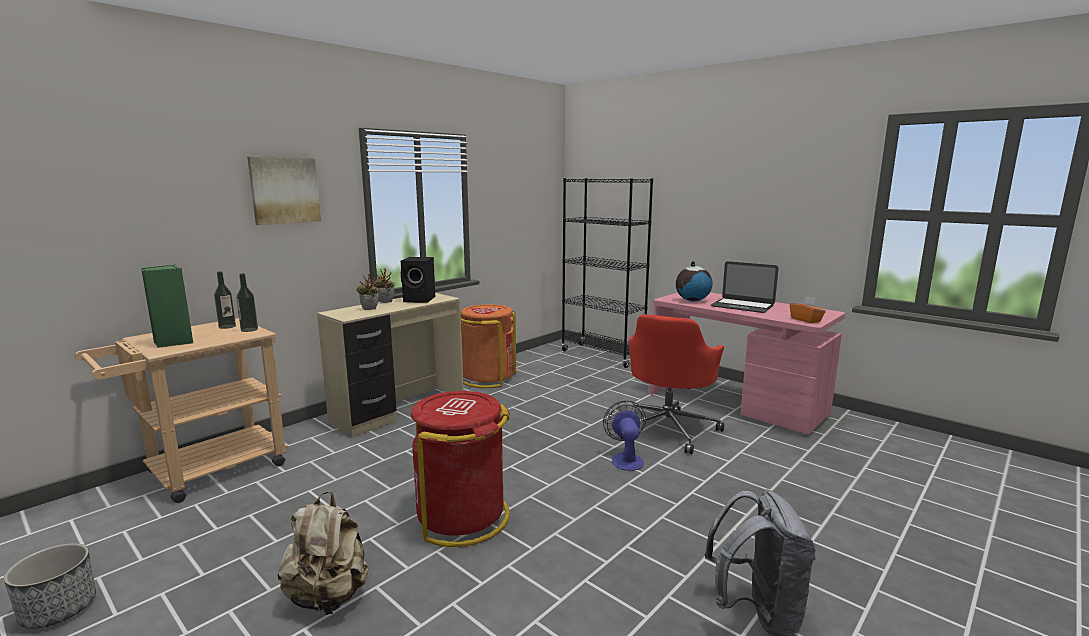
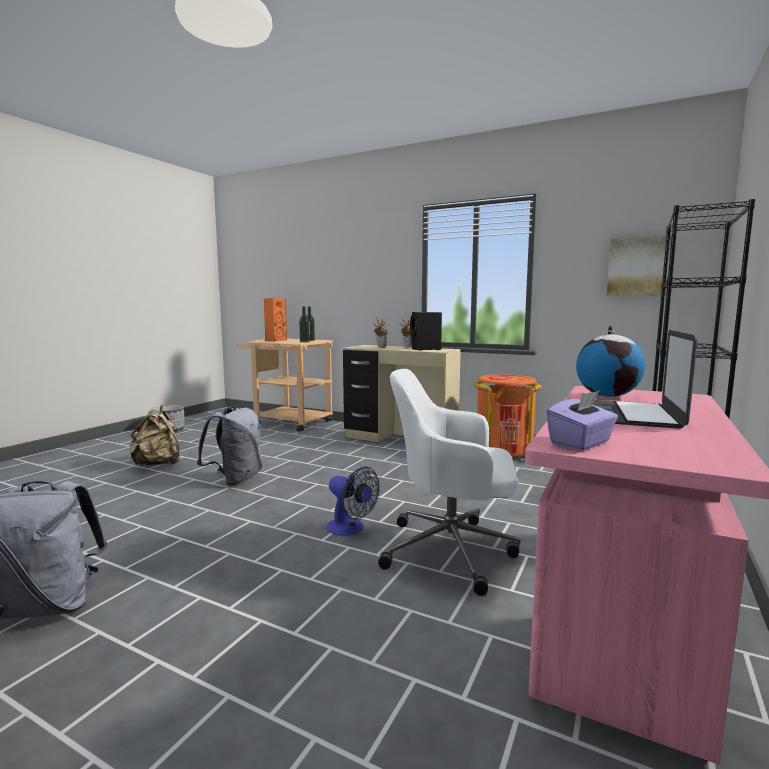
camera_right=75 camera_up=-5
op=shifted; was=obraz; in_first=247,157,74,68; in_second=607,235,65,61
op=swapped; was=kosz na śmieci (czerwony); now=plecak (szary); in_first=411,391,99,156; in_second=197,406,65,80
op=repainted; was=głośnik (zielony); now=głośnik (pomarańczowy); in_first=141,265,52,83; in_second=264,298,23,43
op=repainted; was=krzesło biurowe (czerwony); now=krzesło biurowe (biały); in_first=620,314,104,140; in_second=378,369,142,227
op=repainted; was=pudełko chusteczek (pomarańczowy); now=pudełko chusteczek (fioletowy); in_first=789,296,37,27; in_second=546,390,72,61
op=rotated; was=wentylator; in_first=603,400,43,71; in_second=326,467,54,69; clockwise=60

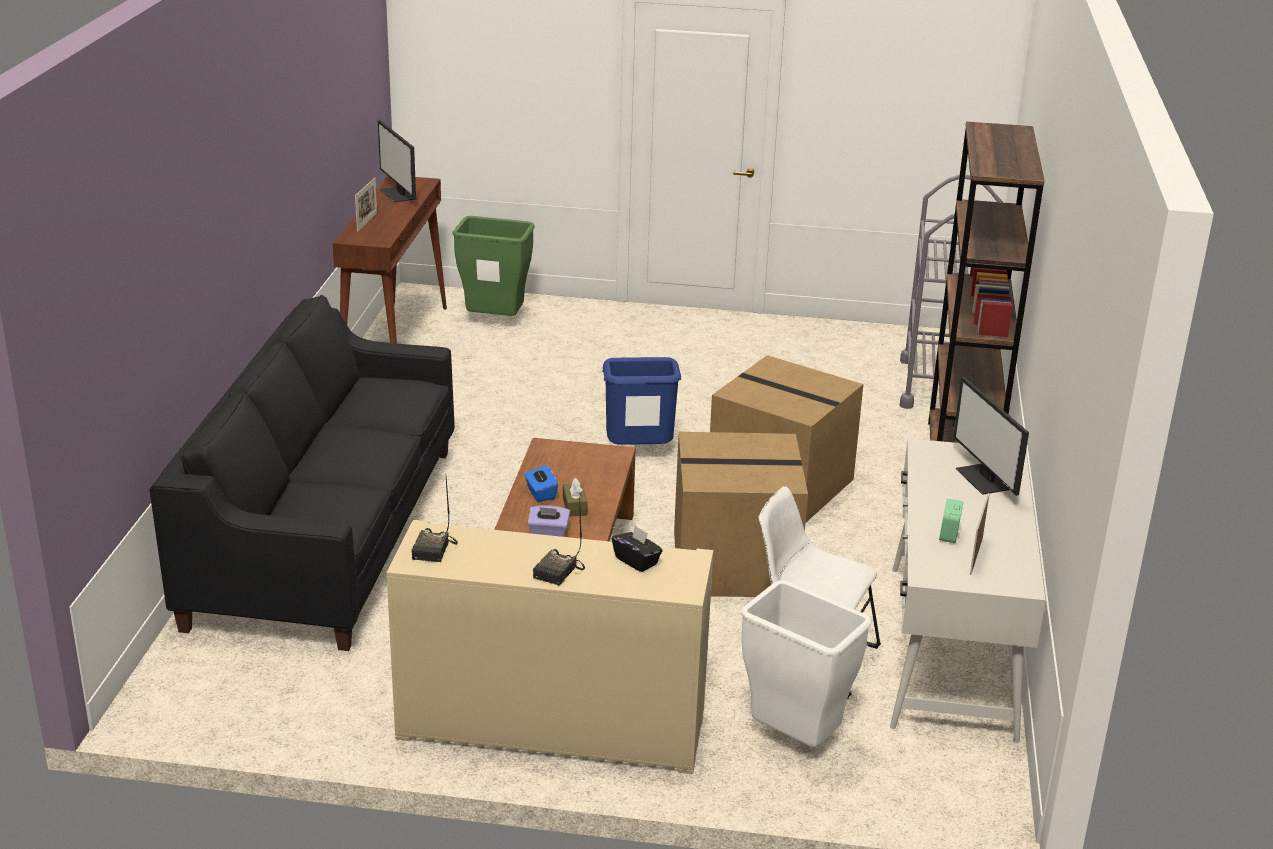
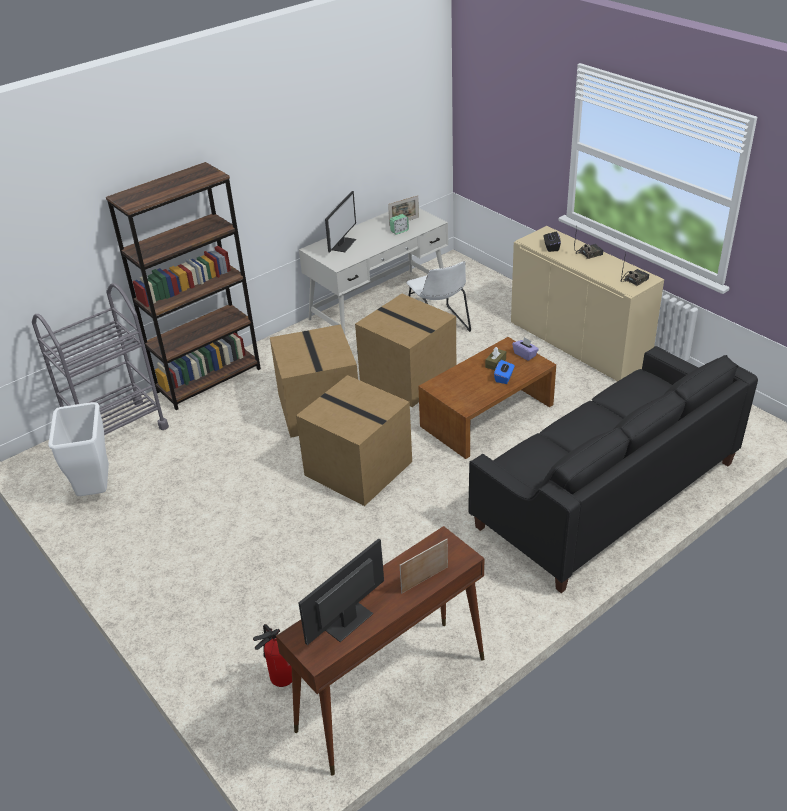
camera_right=-135 camera_up=10
op=shifted; was=kosz na śmieci (biały); in_first=741,580,131,167; in_second=48,402,61,94
op=swapped; was=kosz na śmieci (zielony); now=gaśnica; in_first=452,216,83,100; in_second=253,624,39,63
op=swapped; was=kosz na śmieci (niebieski); now=karton; in_first=602,357,79,88; in_second=296,375,116,131
op=rotated; was=monitor; in_first=378,120,39,83; in_second=298,538,86,107; clockwise=-150

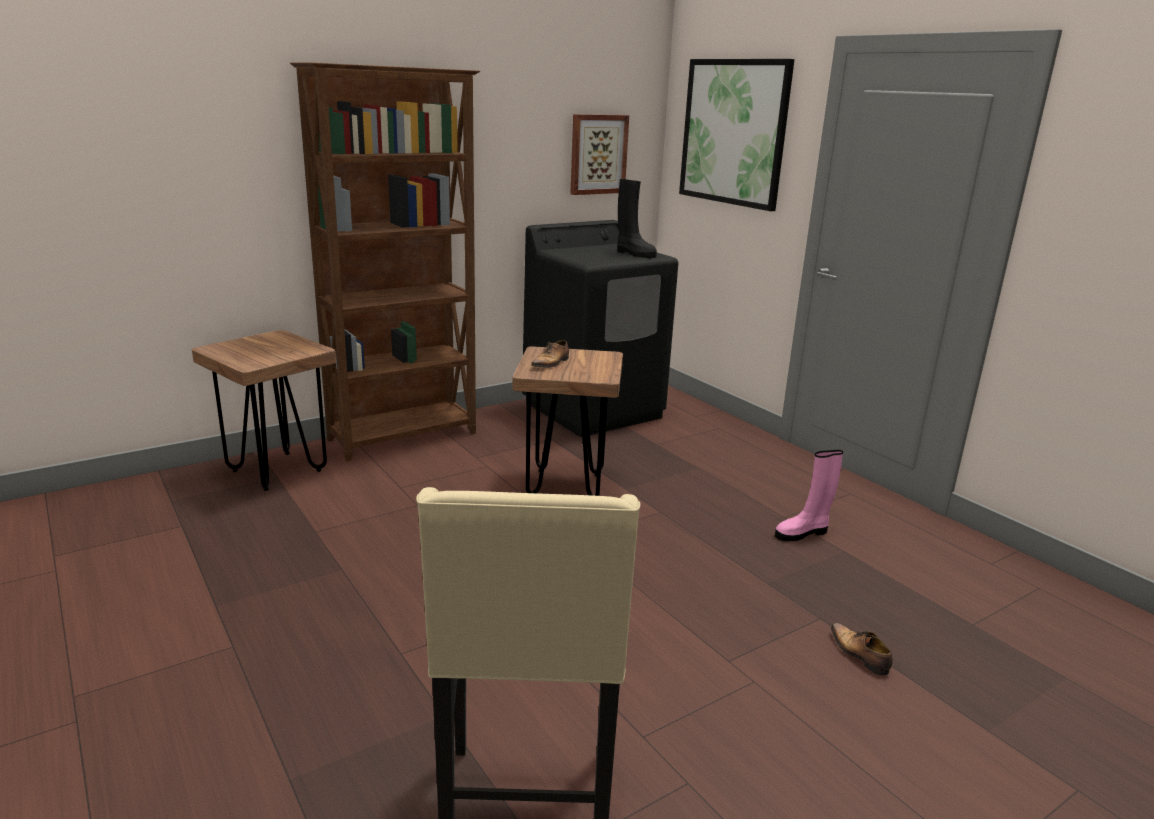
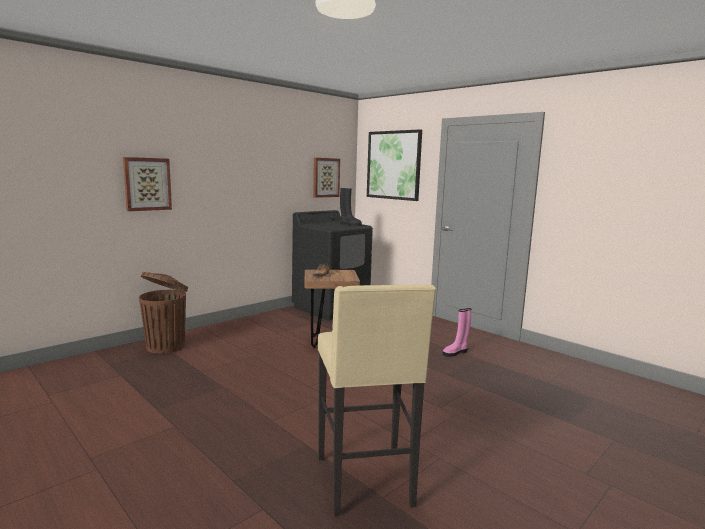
camera_right=-10 camera_up=-10
op=gone; was=regał (brązowy); in_first=290,62,190,399
op=gone; was=but; in_first=831,623,62,52
op=new; now=obraz; in_second=123,157,49,54
op=swapped; was=stołek (brązowy); now=kosz na śmieci (brązowy); in_first=192,330,144,161; in_second=139,272,49,82

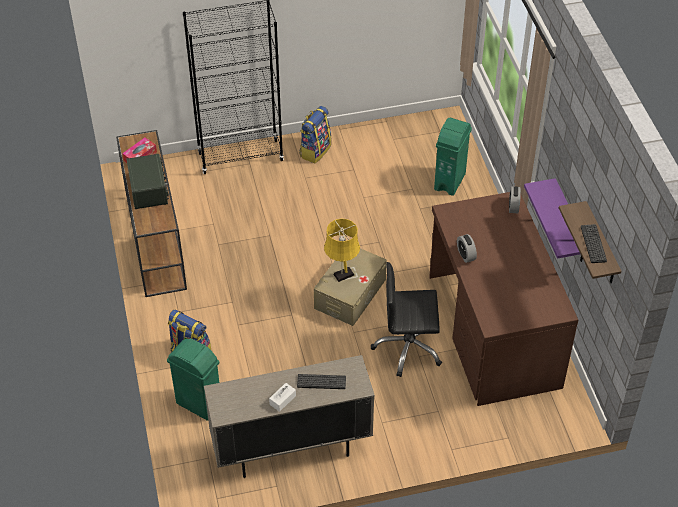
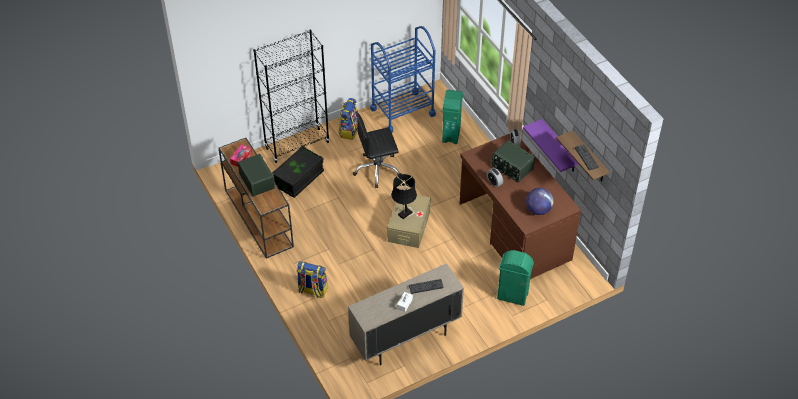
camera_right=-15 camera_up=0
op=new; now=pojemnik do przechowywania (czarny); in_second=272,146,52,52
op=new; now=wózek (niebieski); in_second=370,26,66,106
op=new; now=radio; in_second=492,140,43,42
op=new; now=globus; in_second=526,188,27,27
op=shifted; was=kosz na śmieci (zielony); in_first=167,338,52,83; in_second=497,250,37,56
op=shifted; was=krzesło biurowe (czarny); in_first=371,262,71,115; in_second=353,113,48,75
op=repainted; was=lampa stołowa (żółty); now=lampa stołowa (czarny); in_first=324,219,36,63; in_second=391,174,26,45

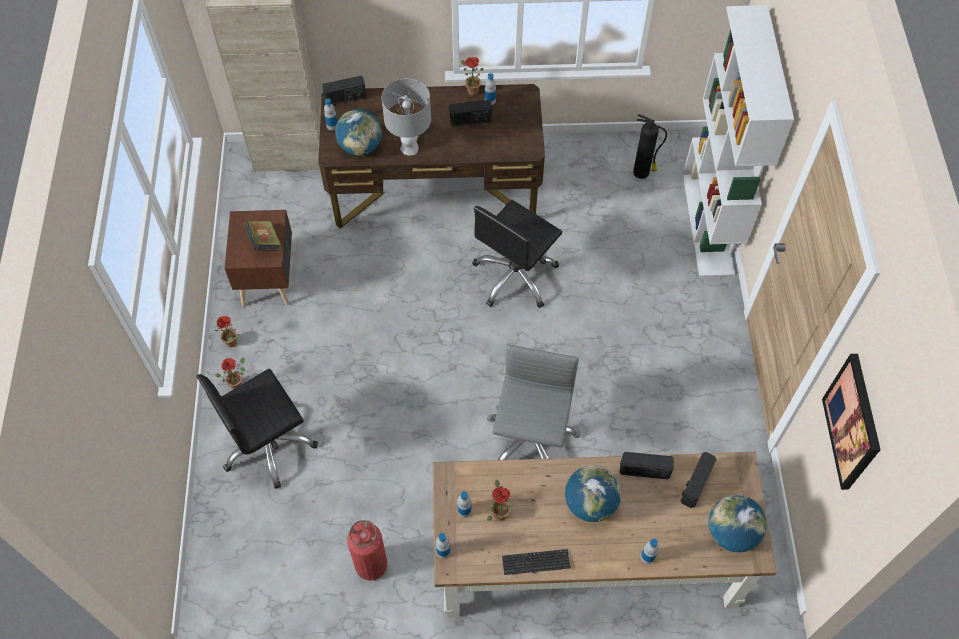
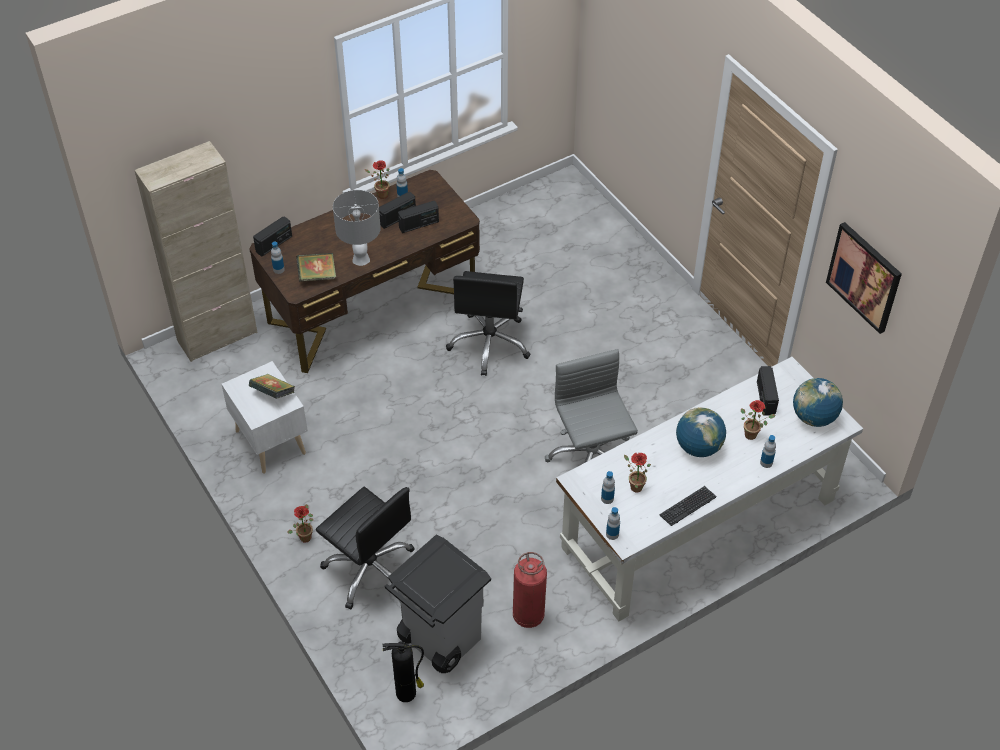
camera_right=-30 camera_up=-10
op=gone; was=regał (biały); in_first=683,5,111,272
op=new; now=kosz na śmieci (szary); in_second=385,535,106,138
op=shifted; was=roślina doniczkowa; in_first=215,316,25,31; in_second=741,400,34,40
op=shifted; was=radio; in_first=620,452,54,27; in_second=398,201,41,32
op=shifted; was=gaśnica; in_first=633,114,34,65; in_second=383,641,41,61
op=swapped; was=globus; now=książka; in_first=335,109,47,47; in_second=296,253,40,29
op=repainted; was=szafka nocna (brązowy); now=szafka nocna (biały); in_first=224,210,68,97; in_second=221,361,87,113
op=repainted; was=biurko (brązowy); now=biurko (biały); in_first=433,452,344,166; in_second=556,357,307,264
op=rotated; was=krzesło biurowe (czarny); in_first=197,369,121,120; in_second=316,487,99,122; clockwise=-75

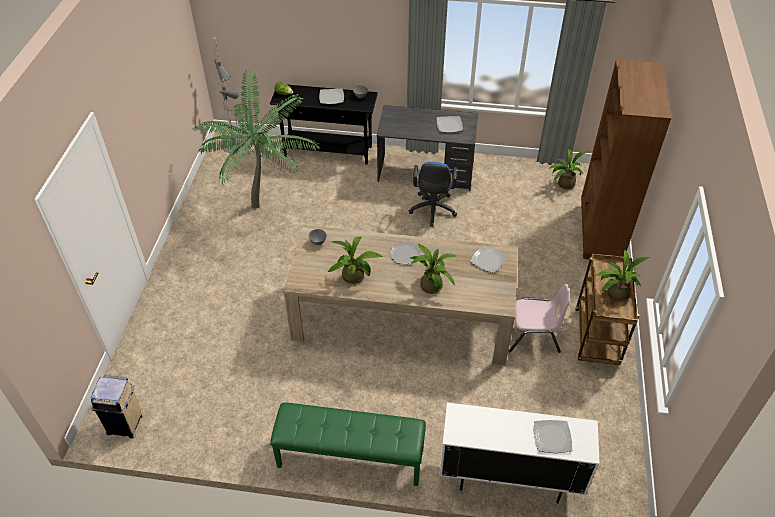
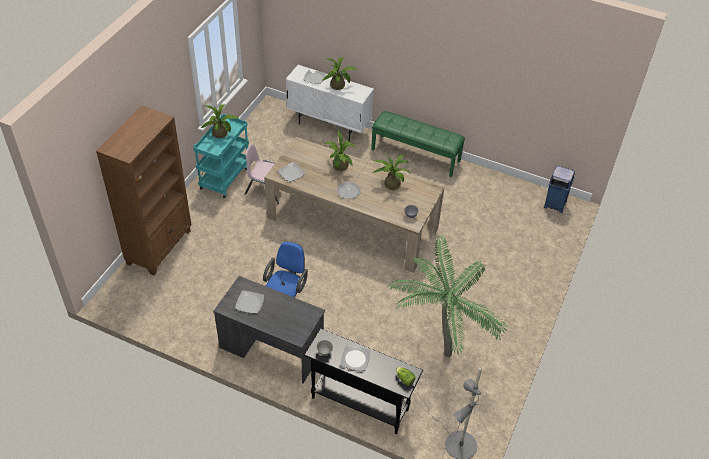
camera_right=-165 camera_up=0
op=shifted; was=roślina doniczkowa; in_first=549,148,39,42; in_second=323,57,36,33
op=repainted; was=kosz na śmieci (beżowy); now=kosz na śmieci (niebieski); in_first=91,375,53,63; in_second=544,166,31,47
op=repainted; was=wózek (brązowy); now=wózek (turkusowy); in_first=575,254,64,111; in_second=193,114,56,84

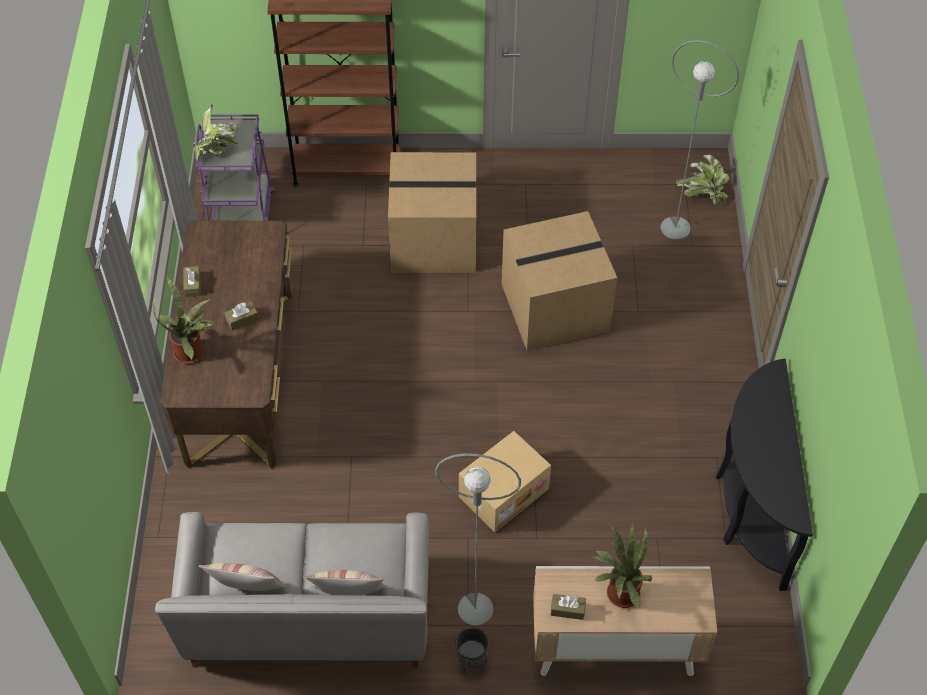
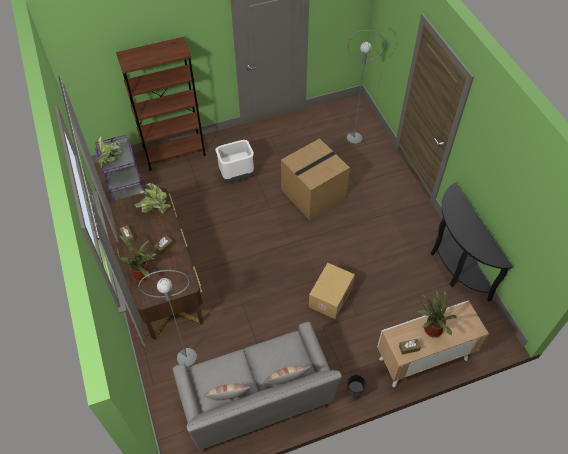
camera_right=-20 camera_up=0
op=shifted; was=lampa stojąca (szary); in_first=435,453,86,173; in_second=138,270,59,97
op=shifted; was=roślina doniczkowa; in_first=676,155,53,50; in_second=134,183,37,31
op=swapped; was=karton; now=kosz na śmieci (biały); in_first=388,152,88,121; in_second=216,140,38,43

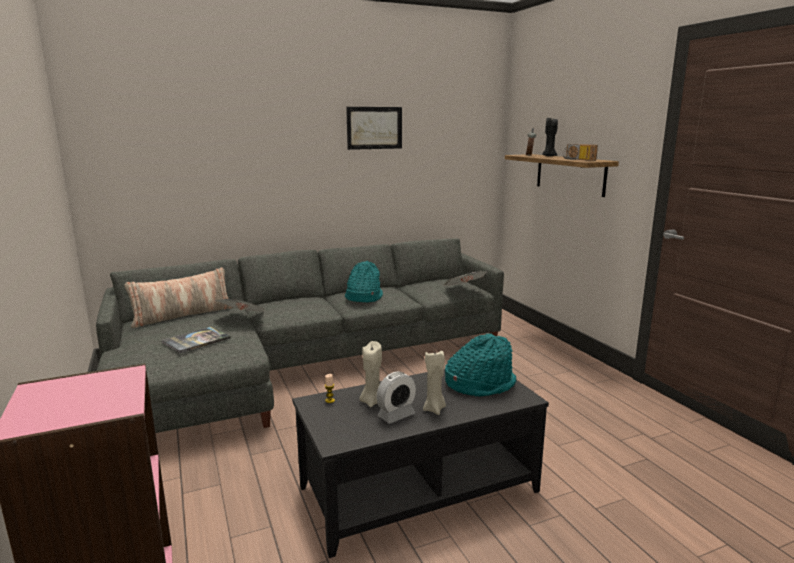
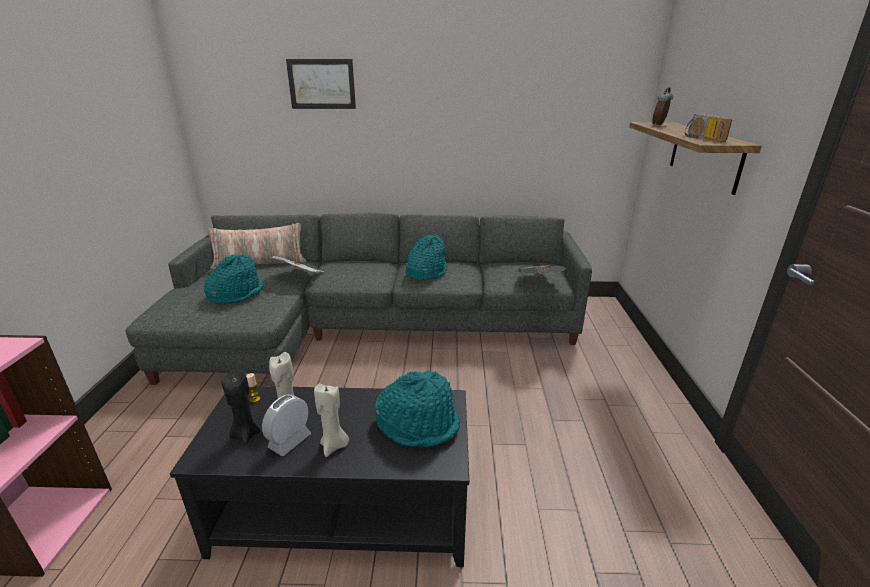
camera_right=25 camera_up=10
op=shifted; was=obraz; in_first=346,107,56,43; in_second=286,59,70,50
op=shifted; was=świeca (czarny); in_first=542,118,16,38; in_second=222,369,38,75
op=swapped; was=książka; now=kapelusz (turkusowy); in_first=161,327,70,26; in_second=204,254,60,50
op=rotated; was=budzik; in_first=376,371,40,52; in_second=262,394,49,62; clockwise=135

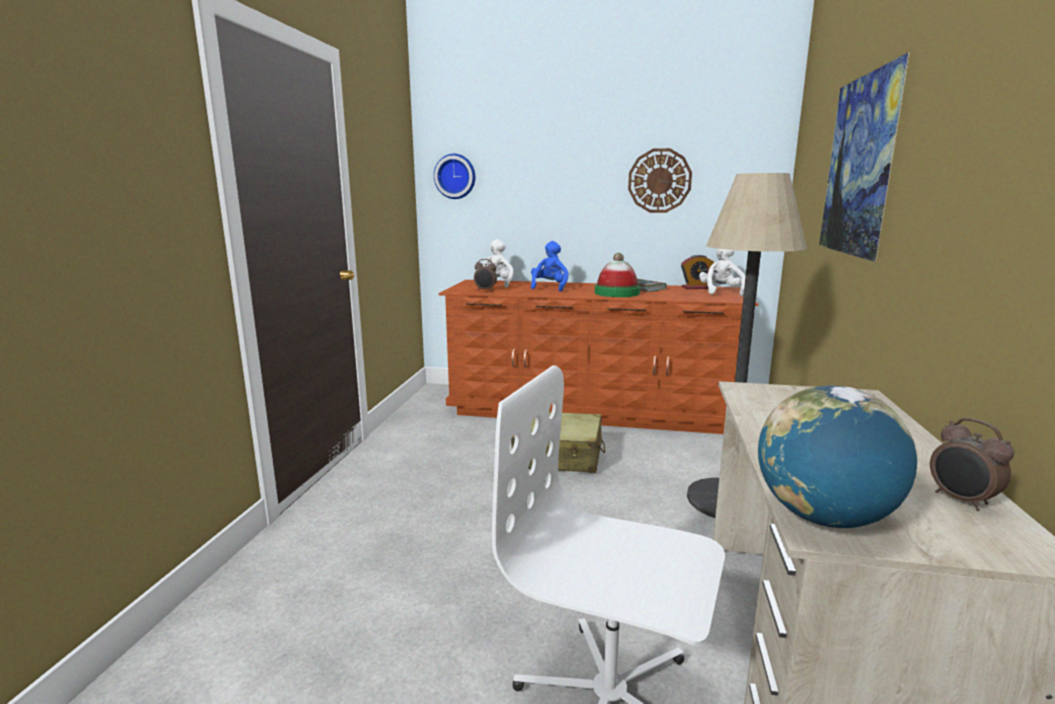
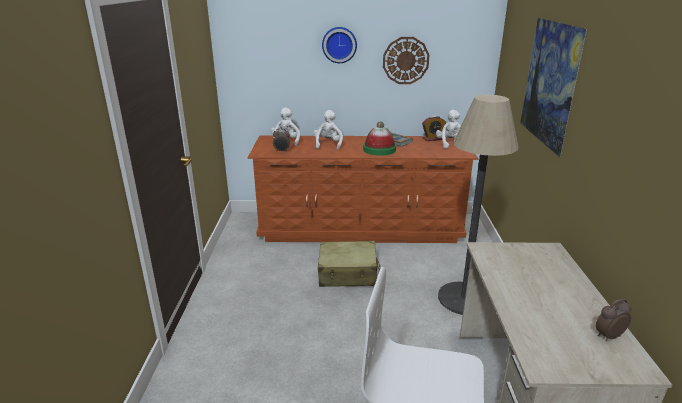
camera_right=-10 camera_up=10
op=gone; was=globus; in_first=758,386,159,142
op=shifted; was=zegar ścienny; in_first=434,154,41,45; in_second=322,27,35,36
op=repainted; was=pluszak (niebieski); now=pluszak (biały); in_first=531,241,38,51; in_second=313,110,30,40
op=rotated; was=budzik; in_first=930,418,84,93; in_second=596,299,35,42; clockwise=105

